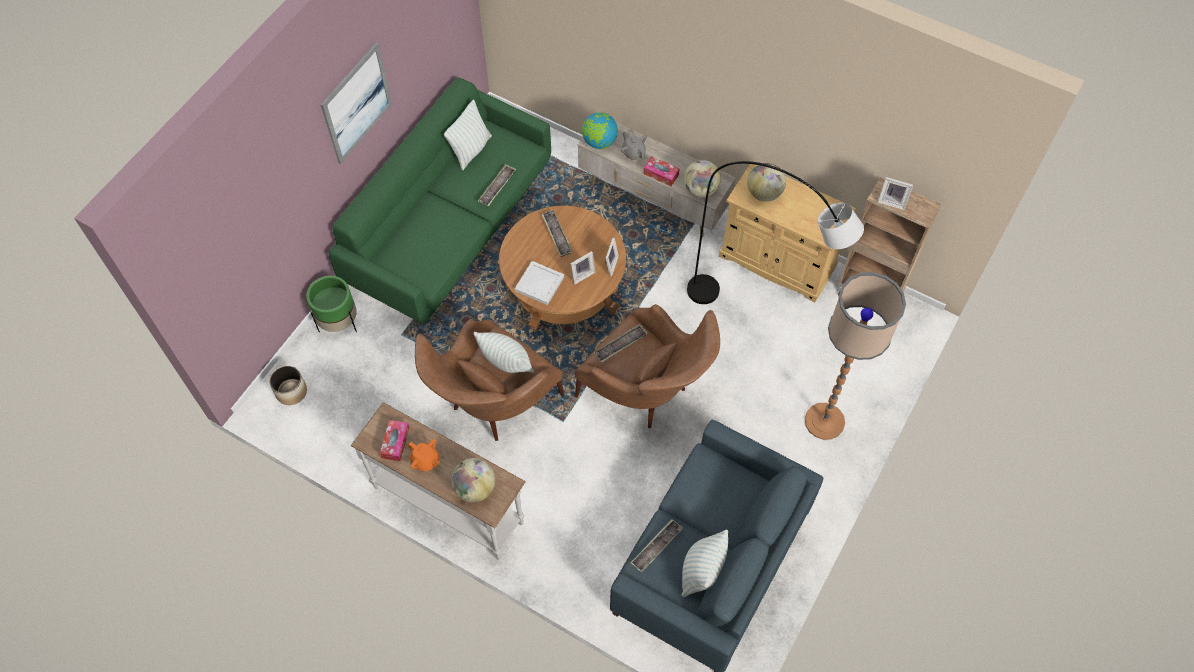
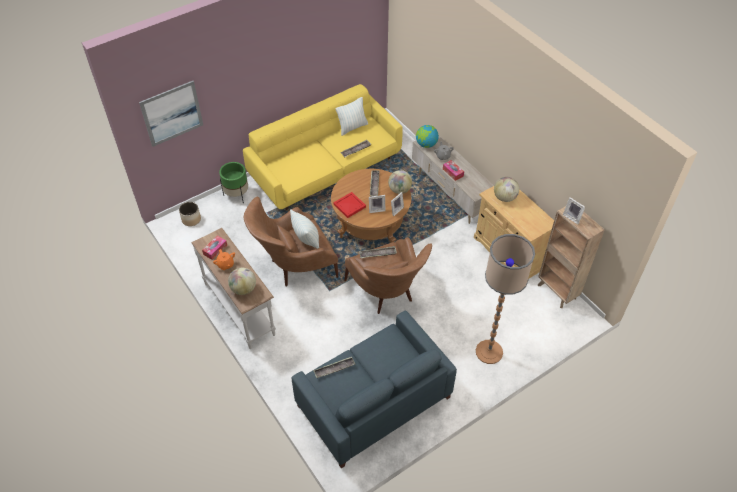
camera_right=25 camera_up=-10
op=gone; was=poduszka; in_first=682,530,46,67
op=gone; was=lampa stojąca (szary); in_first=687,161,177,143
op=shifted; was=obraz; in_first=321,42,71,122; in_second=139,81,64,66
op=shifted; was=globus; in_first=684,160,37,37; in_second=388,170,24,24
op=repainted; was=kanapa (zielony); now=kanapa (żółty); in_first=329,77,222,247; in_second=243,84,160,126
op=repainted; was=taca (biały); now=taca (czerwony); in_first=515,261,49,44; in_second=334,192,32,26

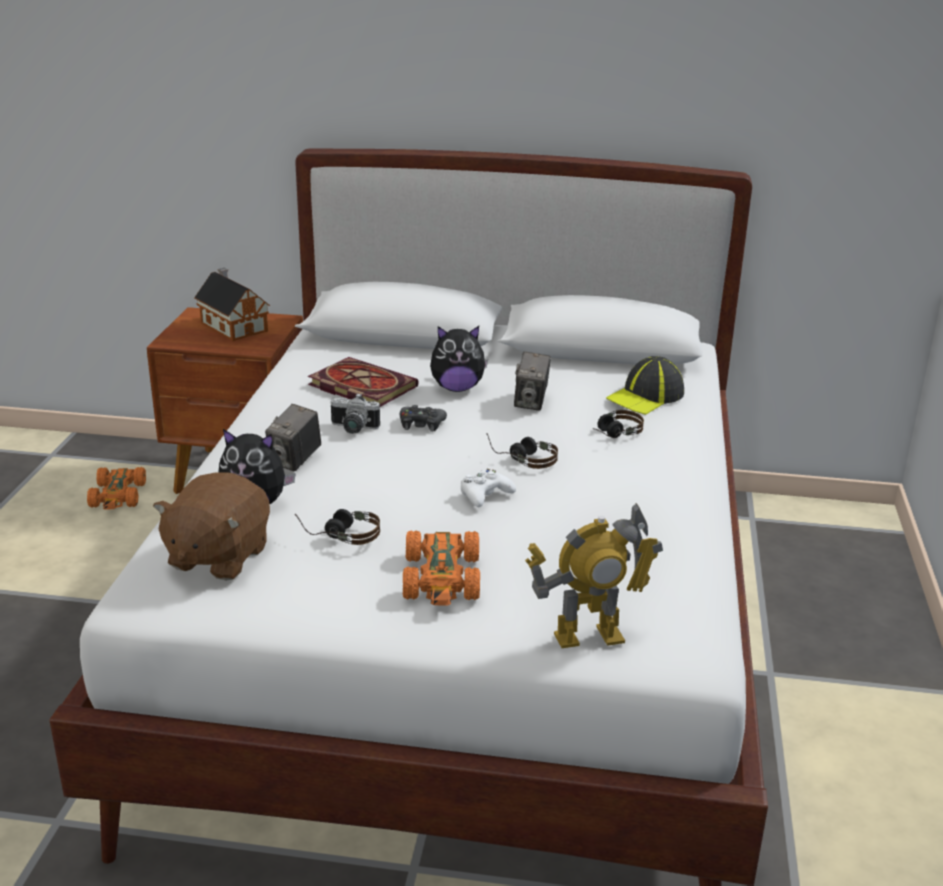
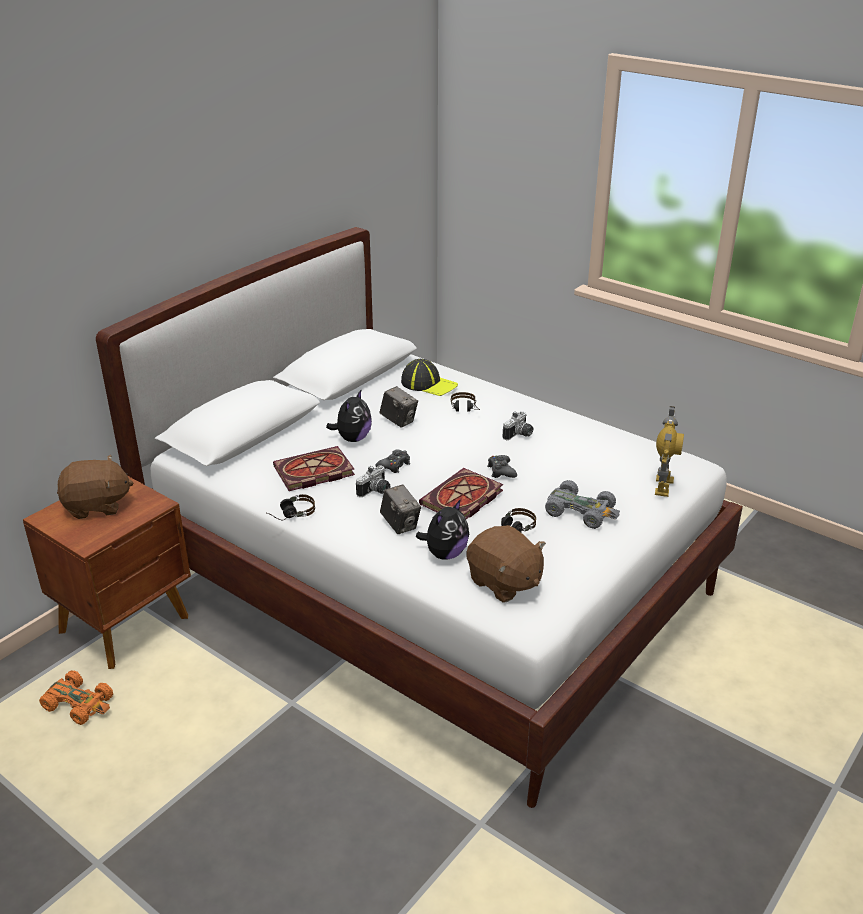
camera_right=-60 camera_up=5
op=new; now=książka; in_second=419,468,85,51
op=new; now=aparat fotograficzny; in_second=503,411,30,29
op=shifted; was=słuchawki; in_first=487,433,71,36; in_second=267,494,48,27
op=swapped; was=domek; now=pluszak (brązowy); in_first=194,268,76,73; in_second=57,455,76,64
op=repainted; was=samochodzik (pomarańczowy); now=samochodzik (szary); in_first=403,530,77,75; in_second=545,480,75,49
op=repainted; was=pad do gier (biały); now=pad do gier (czarny); in_first=461,469,55,38; in_second=487,455,30,23
op=rotated; was=czapka z daszkiem; in_first=606,356,78,59; in_second=401,359,57,37; clockwise=-45

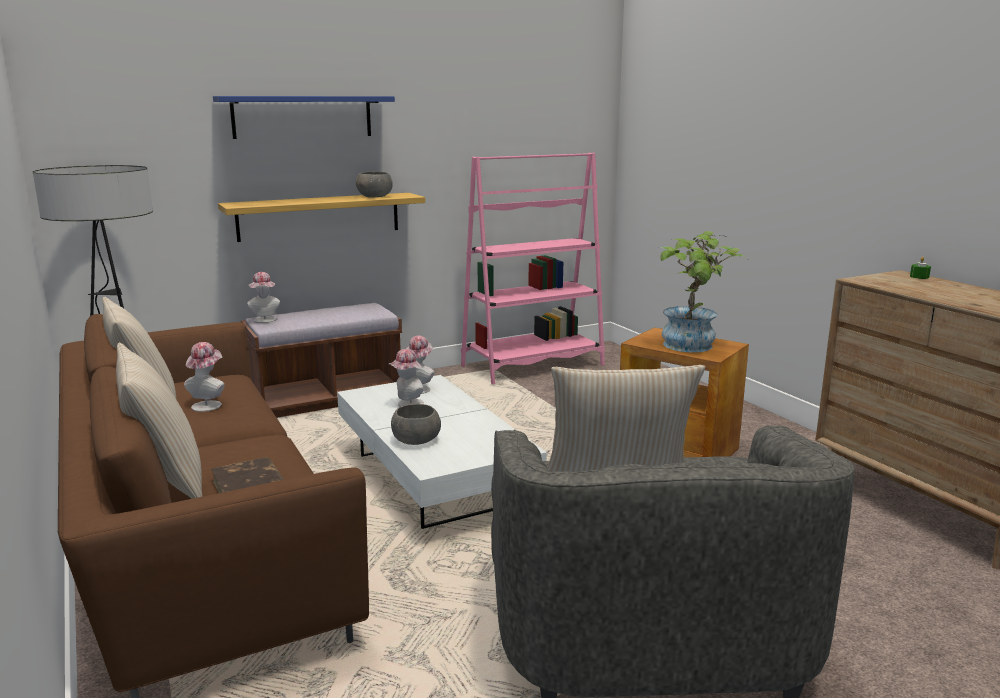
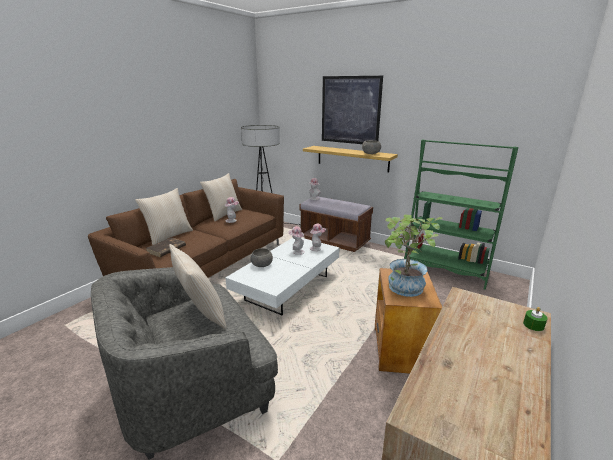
camera_right=60 camera_up=5
op=swapped; was=półka (niebieski); now=obraz; in_first=213,96,182,43; in_second=322,76,61,68
op=repainted; was=regał (różowy); now=regał (zielony); in_first=461,153,144,231; in_second=404,139,114,151

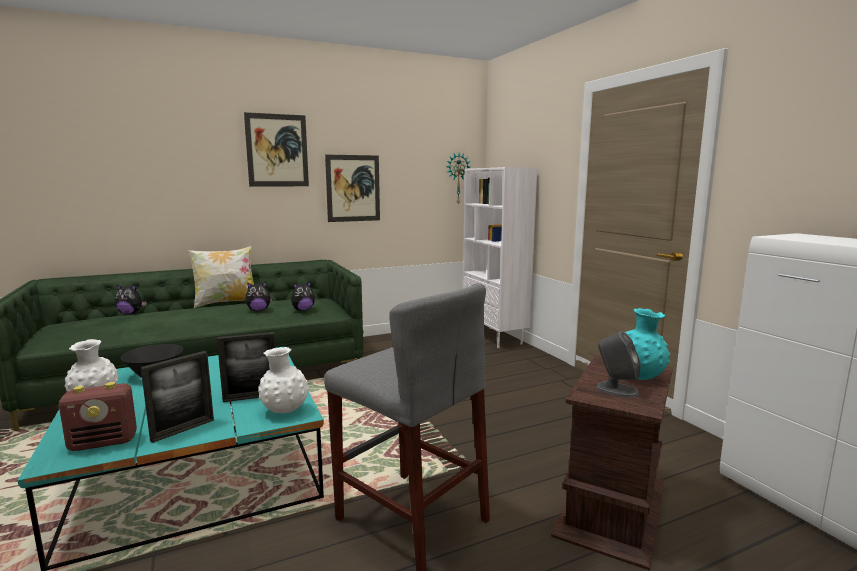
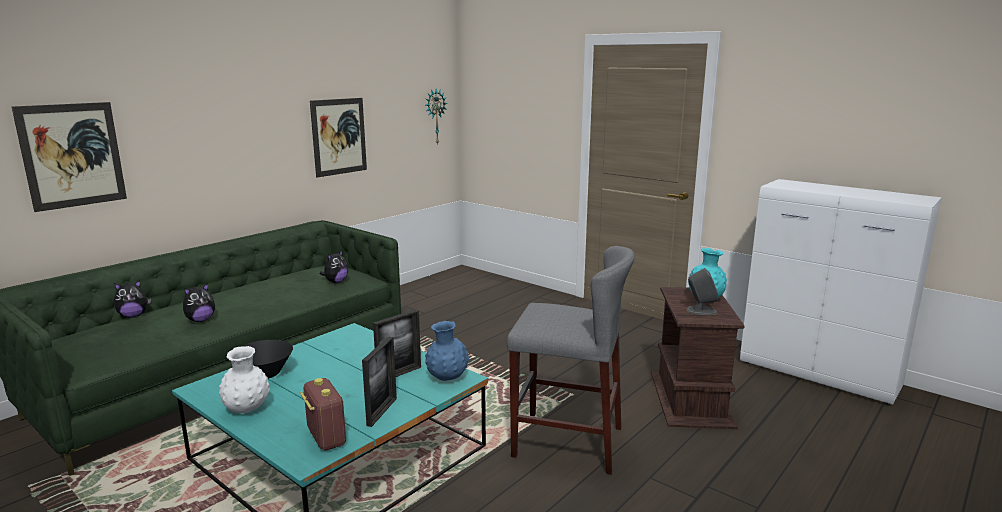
camera_right=-25 camera_up=5
op=gone; was=poduszka; in_first=188,246,66,62
op=gone; was=regał (biały); in_first=463,167,74,181
op=shifted; was=obraz; in_first=244,112,65,75; in_second=12,102,115,110
op=shifted; was=pluszak; in_first=245,281,27,30; in_second=183,283,32,39
op=repainted; was=wazon (biały); now=wazon (niebieski); in_first=258,347,51,66; in_second=425,321,44,60
op=rotated; was=radio; in_first=59,382,78,69; in_second=300,378,46,72; clockwise=-75

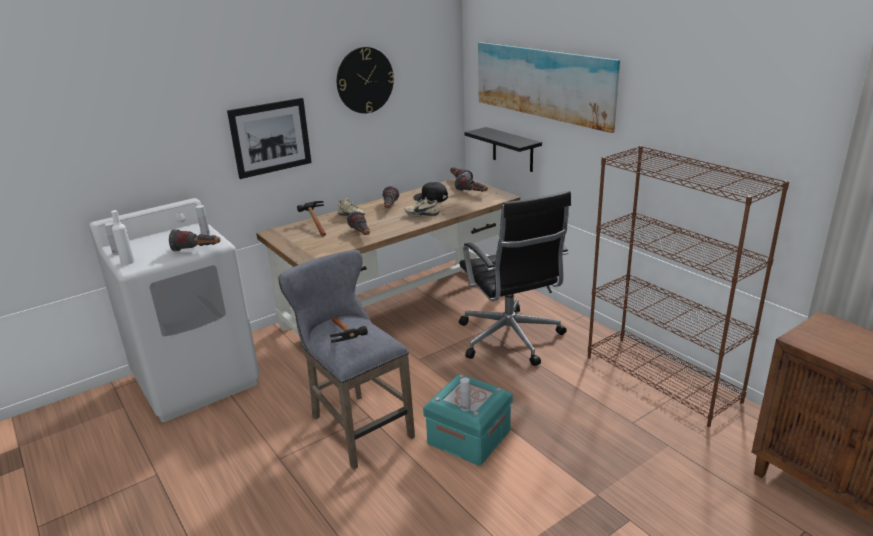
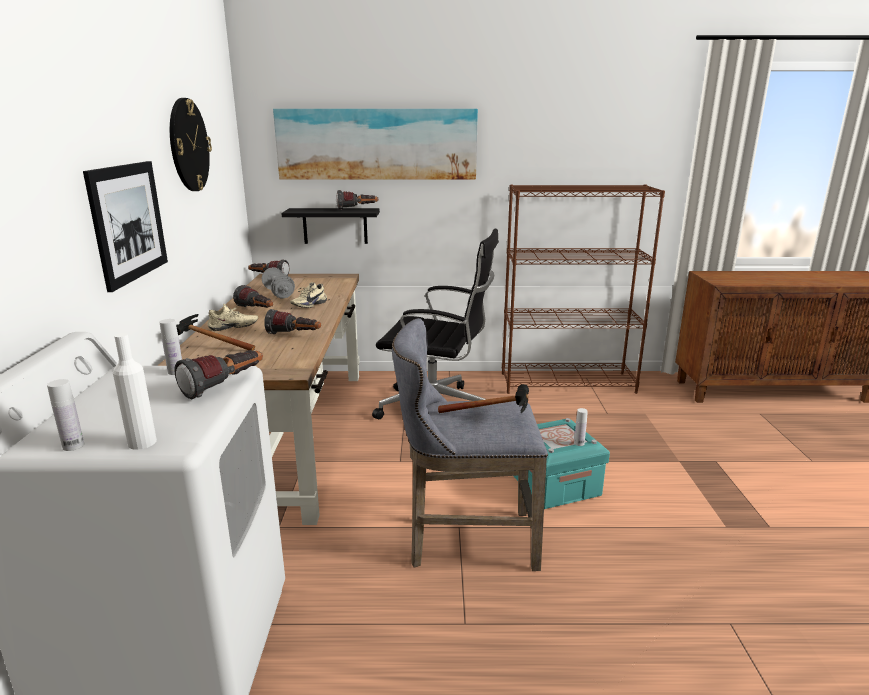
camera_right=-55 camera_up=-5
op=shifted; was=latarka; in_first=455,174,33,18; in_second=336,190,42,20
op=swapped; was=czapka z daszkiem (czarny); now=hantel (szary); in_first=414,182,34,21; in_second=261,267,34,31

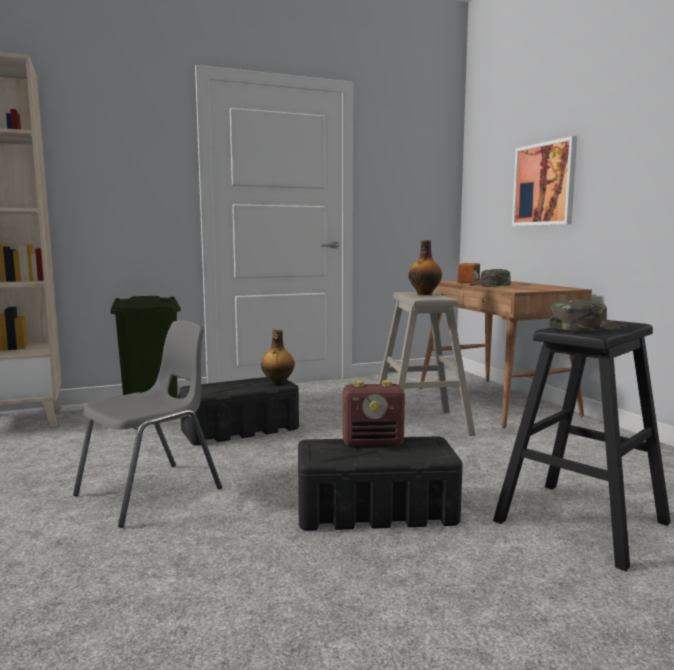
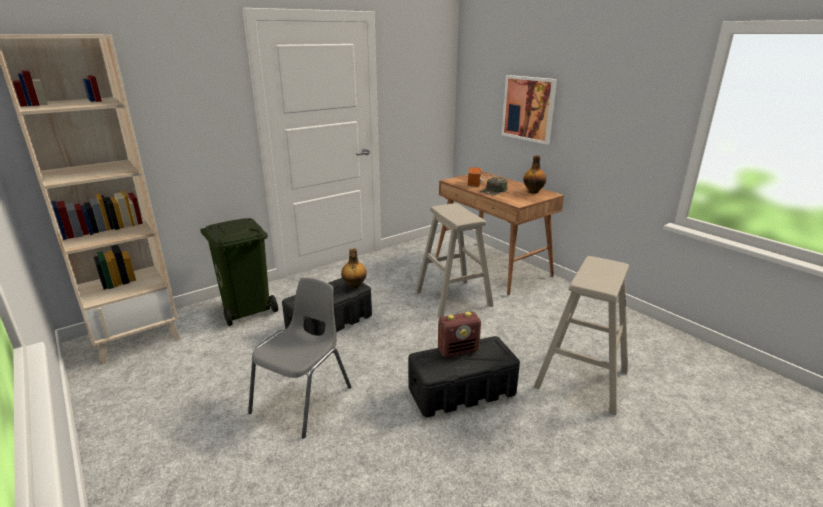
camera_right=-15 camera_up=15
op=gone; was=czapka z daszkiem (zielony); in_first=549,299,78,32
op=shifted; was=butelka; in_first=408,240,34,55; in_second=523,155,23,38
op=repainted; was=stołek (czarny); now=stołek (beżowy); in_first=493,320,178,251; in_second=534,256,95,159

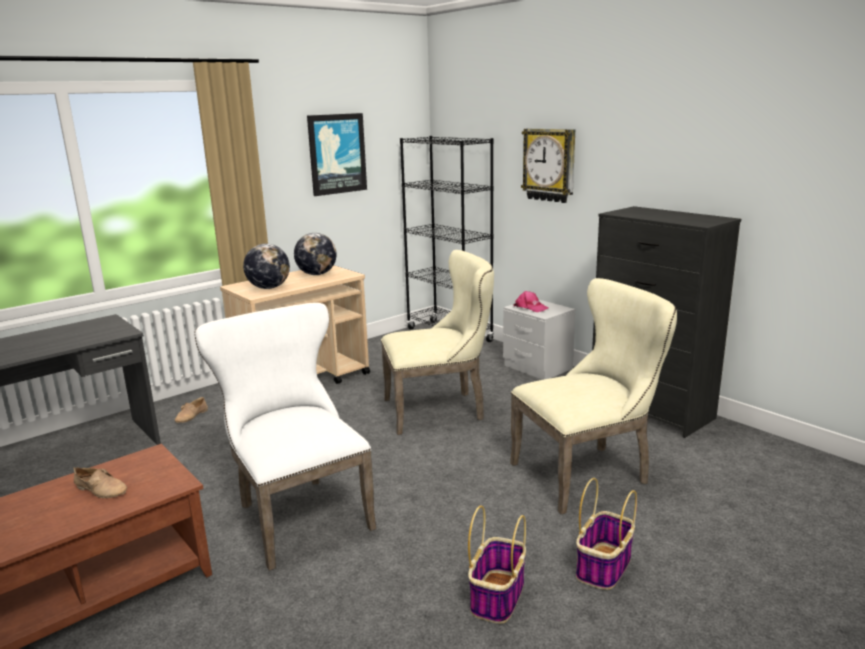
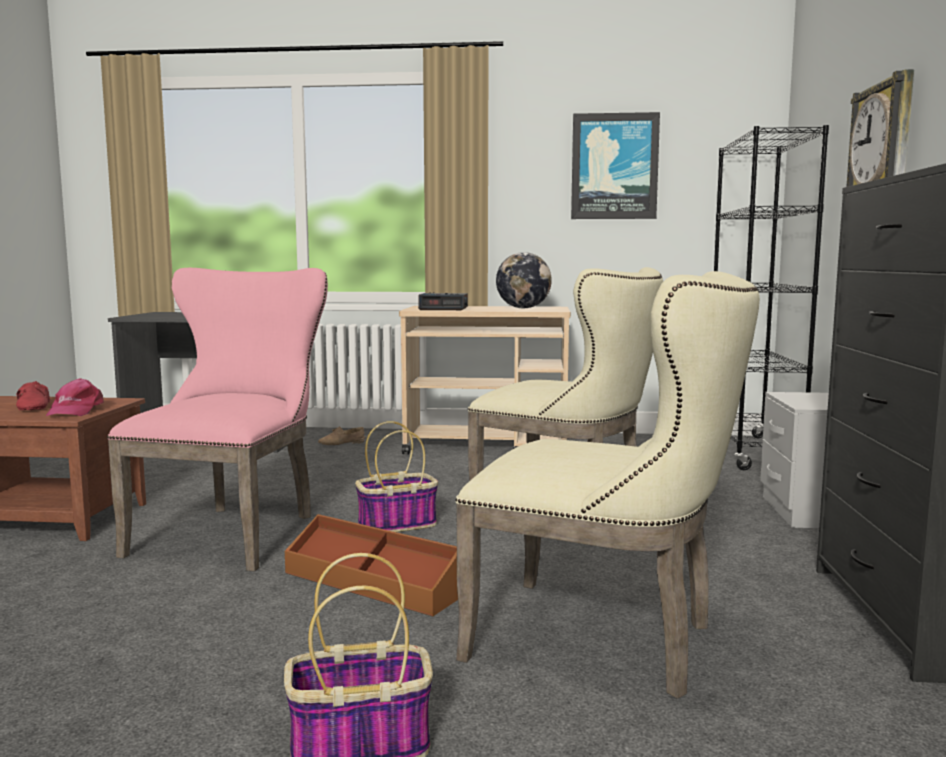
camera_right=45 camera_up=-10
op=new; now=pojemnik do przechowywania (brązowy); in_second=285,514,173,103
op=shifted; was=koszyk; in_first=468,505,58,119; in_second=355,421,83,111
op=shifted; was=czapka z daszkiem (różowy); in_first=513,291,35,21; in_second=46,378,58,38
op=swapped; was=globus; now=budzik; in_first=243,244,47,45; in_second=418,292,50,18
op=repainted; was=but (beżowy); now=but (czerwony); in_first=74,467,53,31; in_second=16,381,34,29
op=repainted; was=krzesło (biały); now=krzesło (różowy); in_first=194,303,182,268; in_second=107,268,221,303

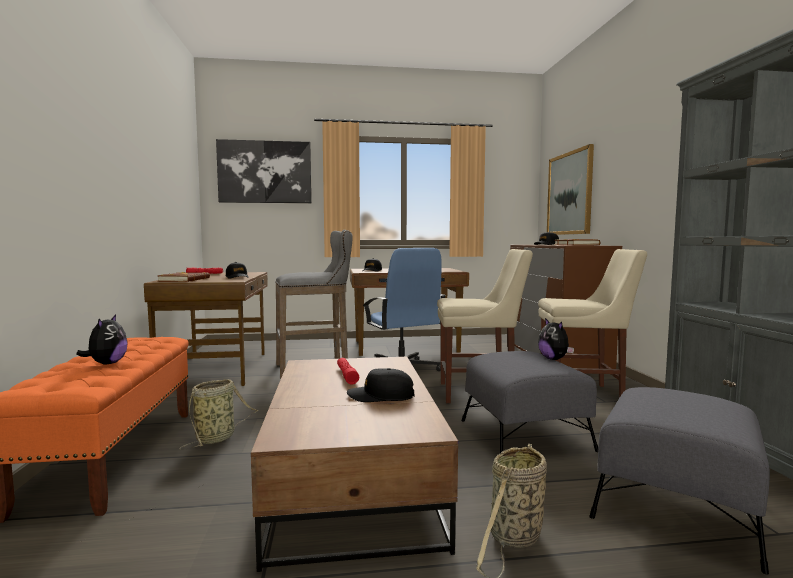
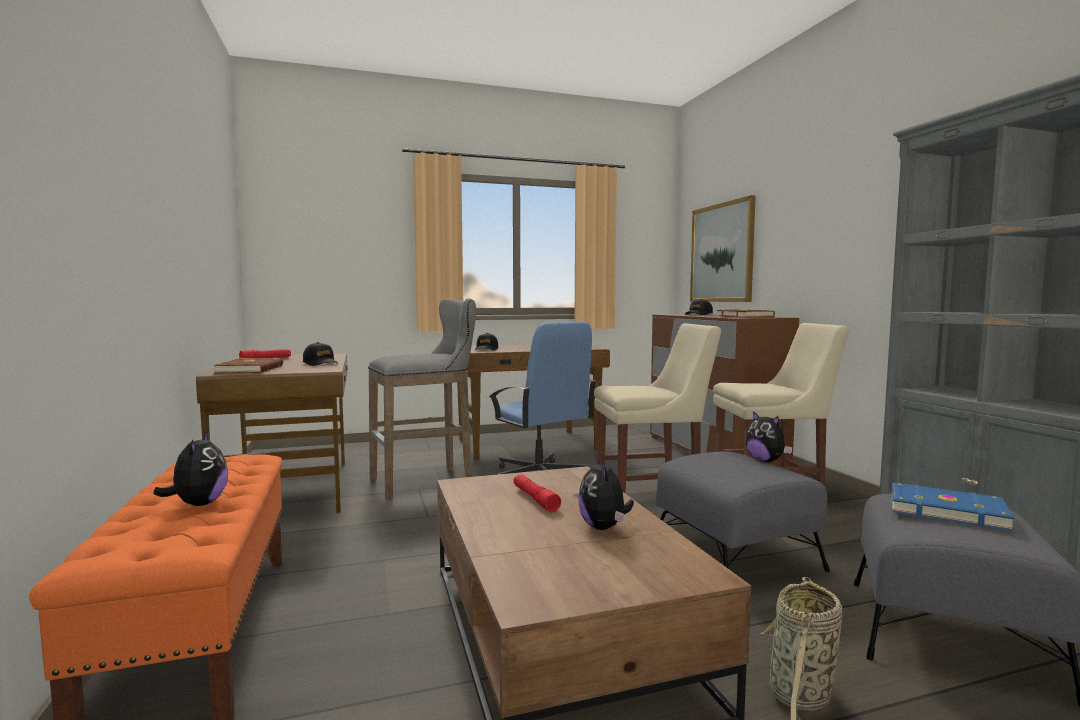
camera_right=-10 camera_up=0
op=gone; was=koszyk; in_first=179,379,79,71
op=gone; was=obraz; in_first=216,139,96,64
op=new; now=książka (niebieski); in_second=891,483,124,48
op=swapped; was=czapka z daszkiem (czarny); now=pluszak; in_first=347,368,67,34; in_second=578,456,56,74

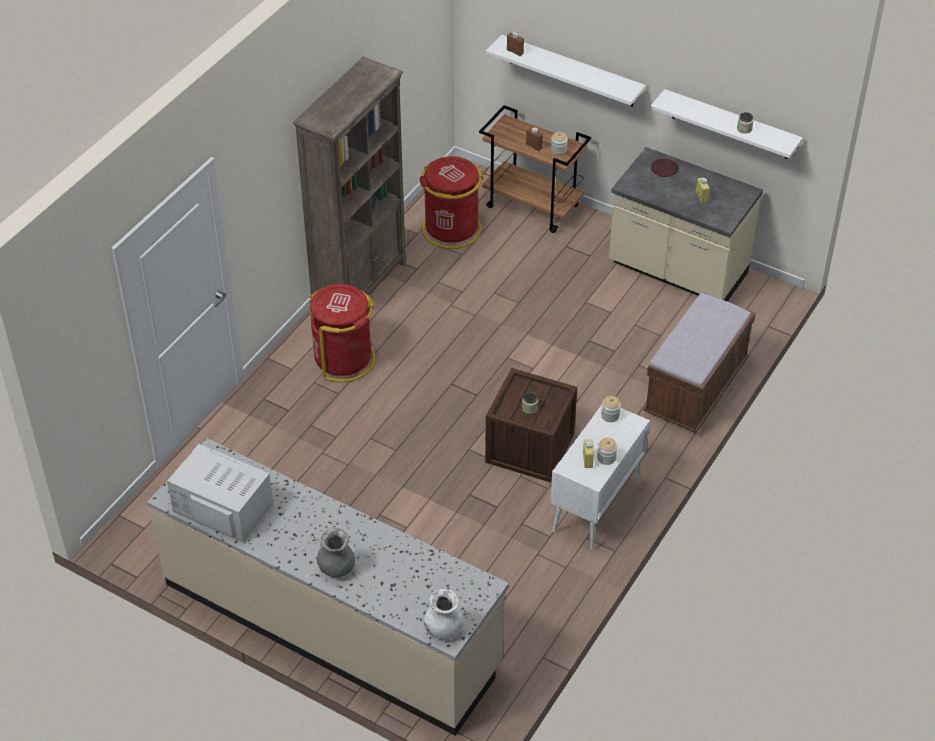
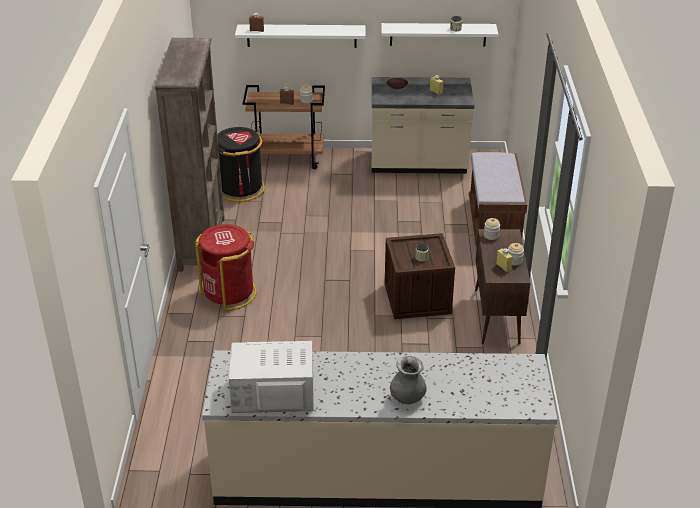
camera_right=-30 camera_up=-10
op=gone; was=wazon (biały); in_first=424,589,40,50
op=repainted; was=kosz na śmieci (czerwony); now=kosz na śmieci (czarny); in_first=420,156,63,93; in_second=217,127,48,75
op=repainted; was=szafka (biały); now=szafka (brązowy); in_first=550,405,100,145; in_second=475,229,55,116

